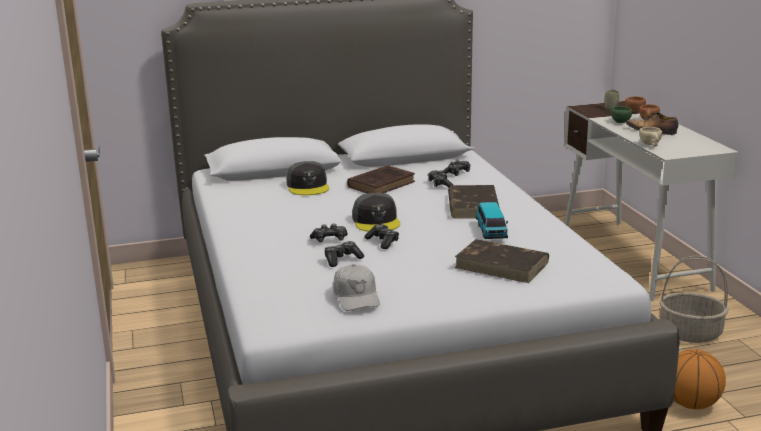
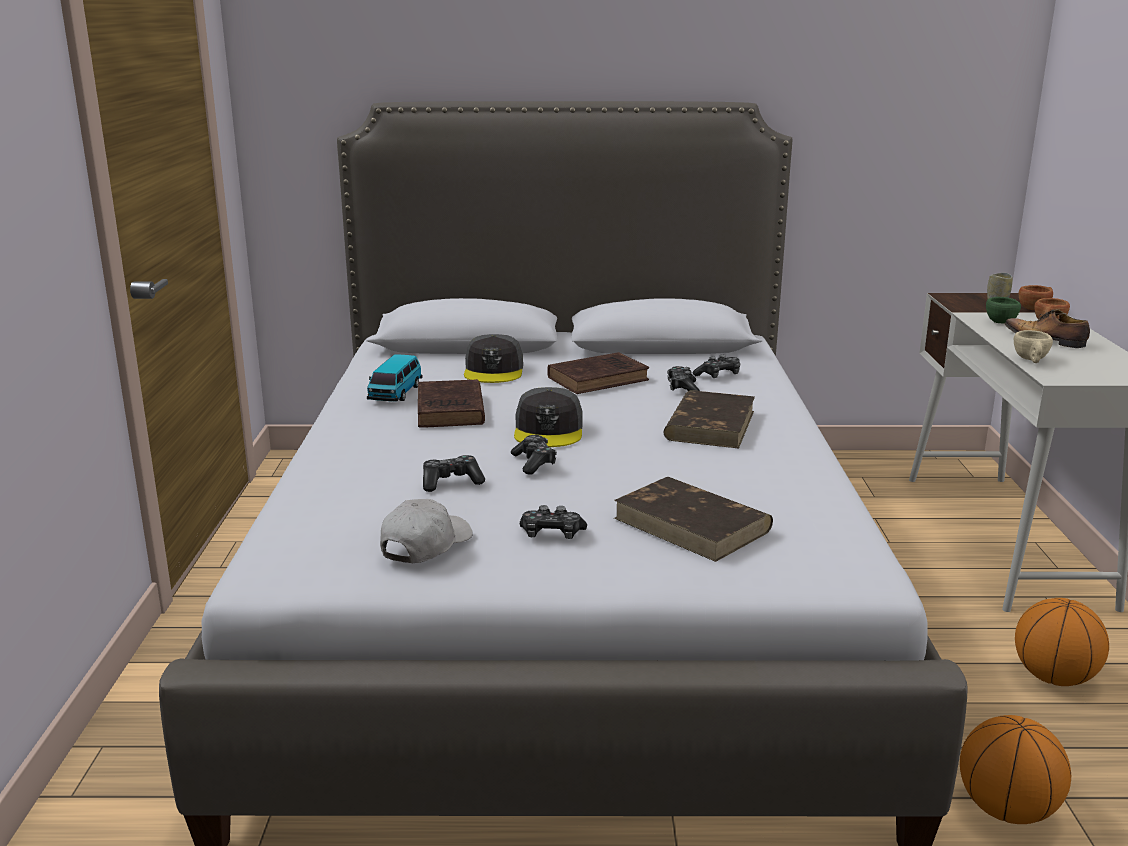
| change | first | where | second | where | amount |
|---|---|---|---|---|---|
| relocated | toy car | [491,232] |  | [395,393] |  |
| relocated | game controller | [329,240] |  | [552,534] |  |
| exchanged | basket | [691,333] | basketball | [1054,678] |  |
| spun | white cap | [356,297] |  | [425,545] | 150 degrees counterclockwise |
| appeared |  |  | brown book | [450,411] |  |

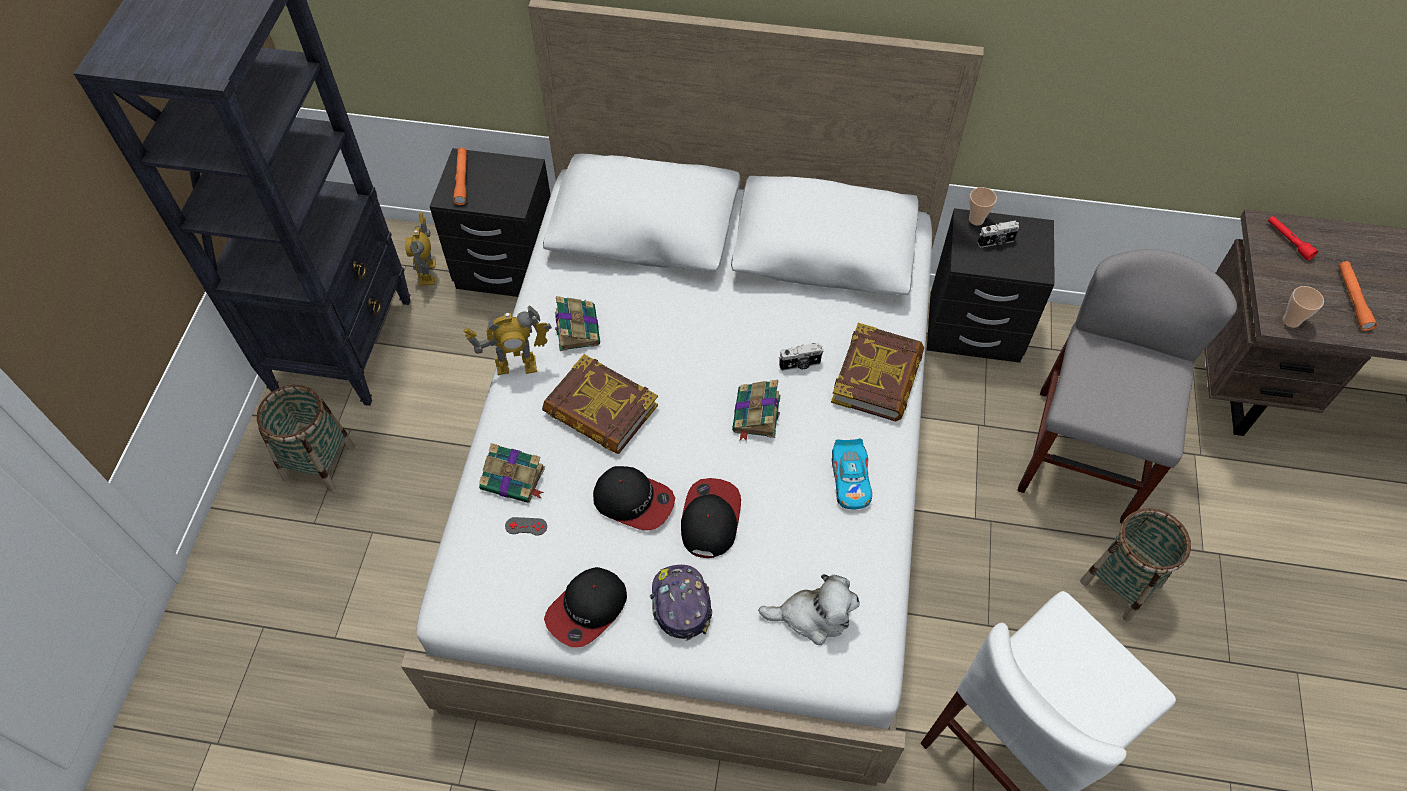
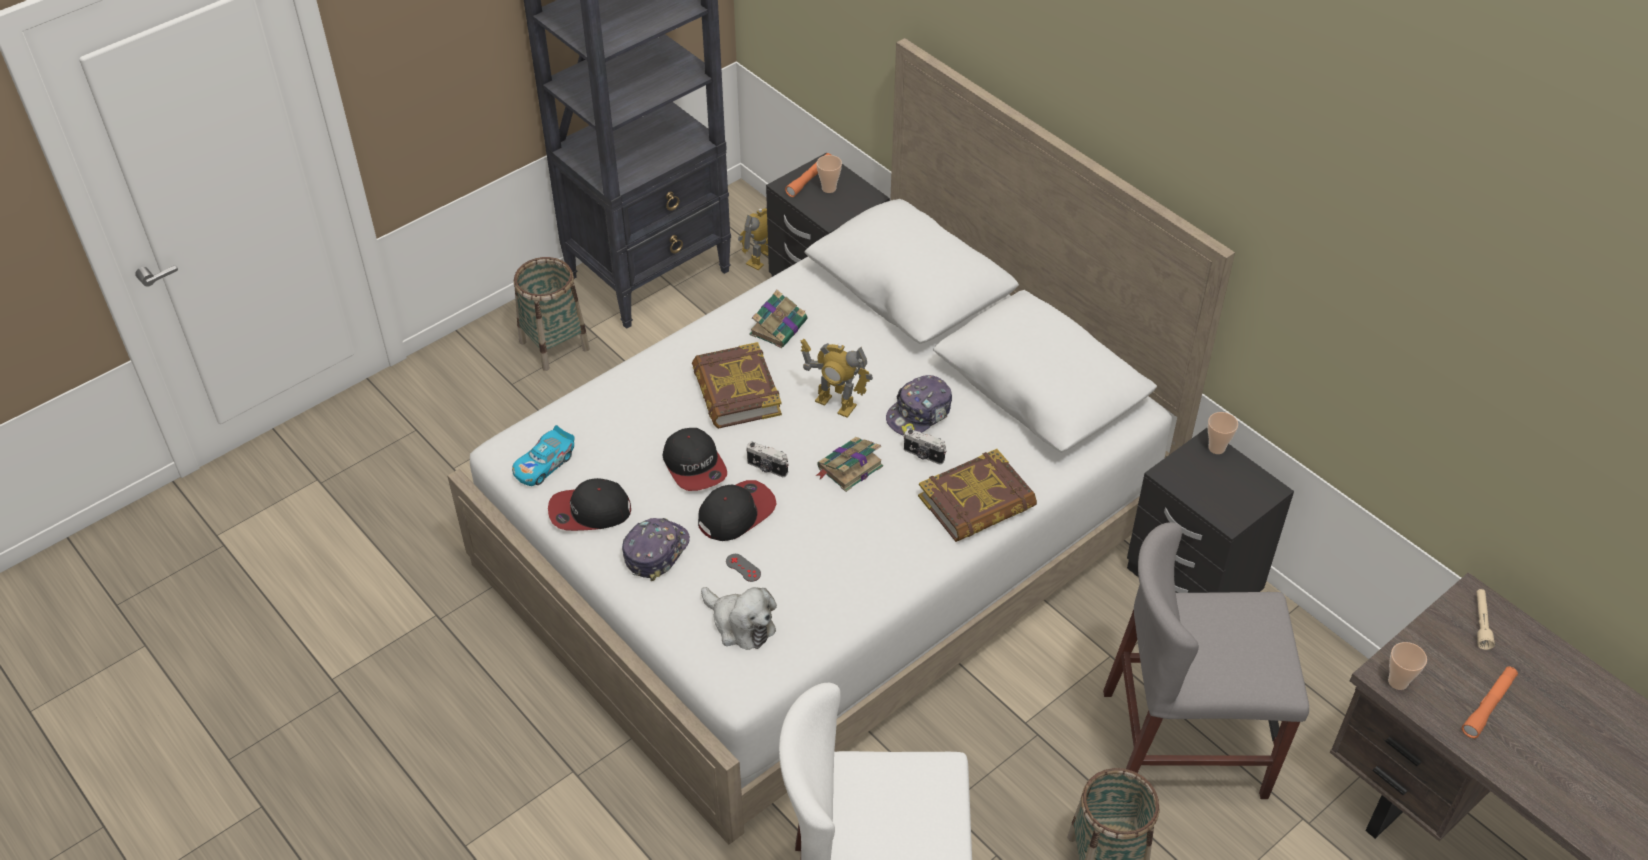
| change | first | where | second | where | amount |
|---|---|---|---|---|---|
| colour | red flashlight | [1288,241] | beige flashlight | [1481,622] |  |
| relocated | photo camera | [996,242] |  | [767,468] |  |
| spun | grey chair | [1082,455] |  | [1184,744] | 150 degrees counterclockwise |
| relocated | toy robot | [516,366] |  | [835,404] |  |
| relocated | toy car | [850,480] |  | [544,464] |  |
| missing | book | [514,479] |  |  |  |
| relocated | grey game controller | [526,526] |  | [743,568] |  |
| appeared |  |  | cup | [829,188] |  |
| appeared |  |  | cap | [919,413] |  |

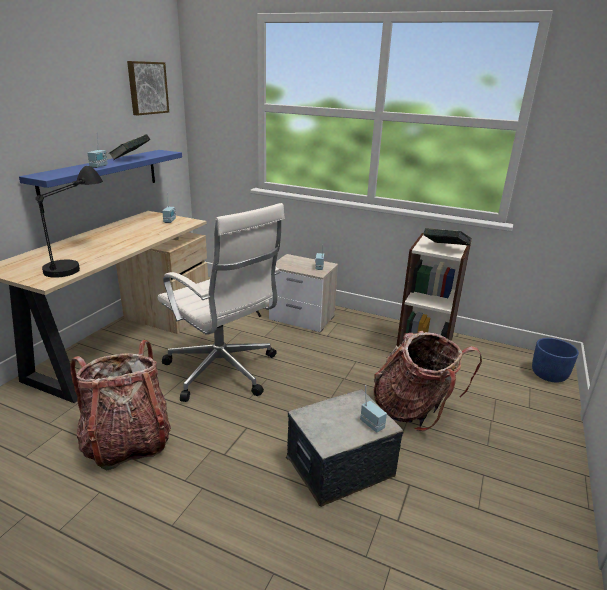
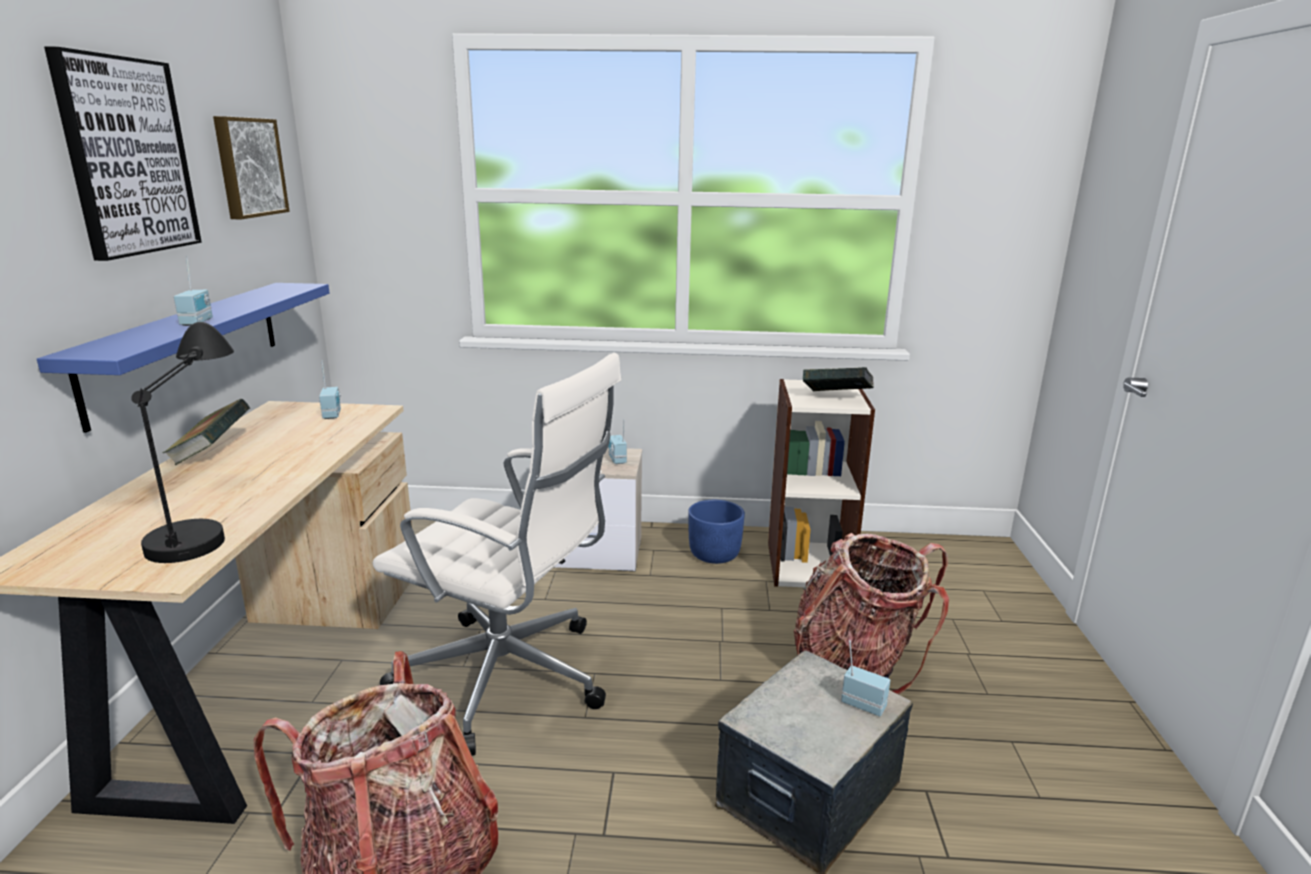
| change | first | where | second | where | amount |
|---|---|---|---|---|---|
| relocated | book | [131,158] |  | [212,453] |  |
| relocated | blue planter | [548,375] |  | [714,555] |  |
| appeared |  |  | picture | [127,157] |  |

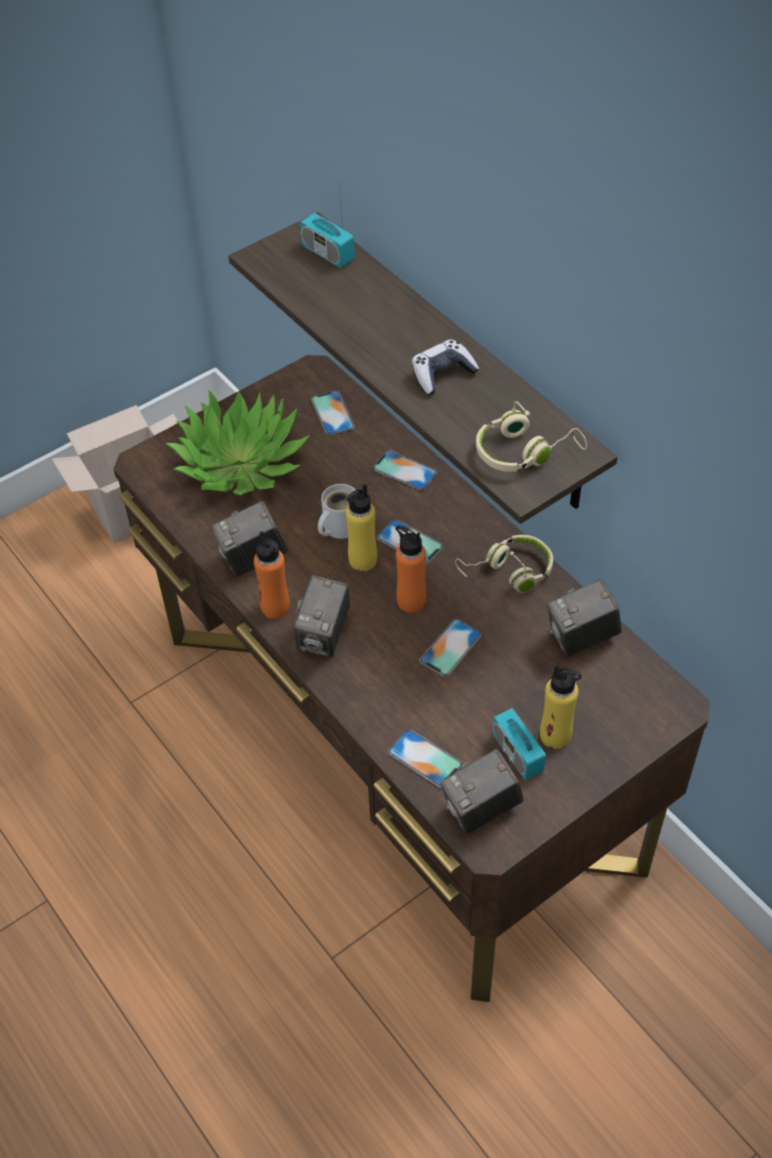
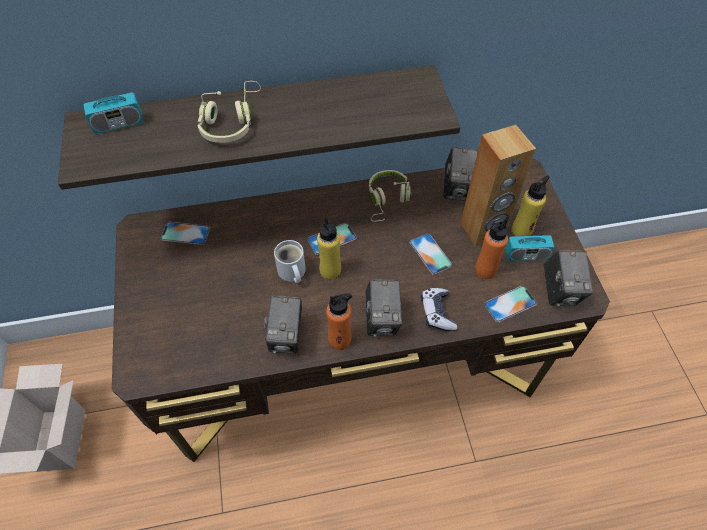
| change | first | where | second | where | amount |
|---|---|---|---|---|---|
| relocated | game controller | [442,374] |  | [437,312] |  |
| missing | potted plant | [241,462] |  |  |  |
| relocated | beige headphones | [524,451] |  | [231,121] |  |
| missing | phone | [404,470] |  |  |  |
| relocated | orange bottle | [411,601] |  | [485,270] |  |
| spun | photo camera | [324,635] |  | [382,319] | 45 degrees clockwise |
| appeared |  |  | brown speaker | [482,230] |  |

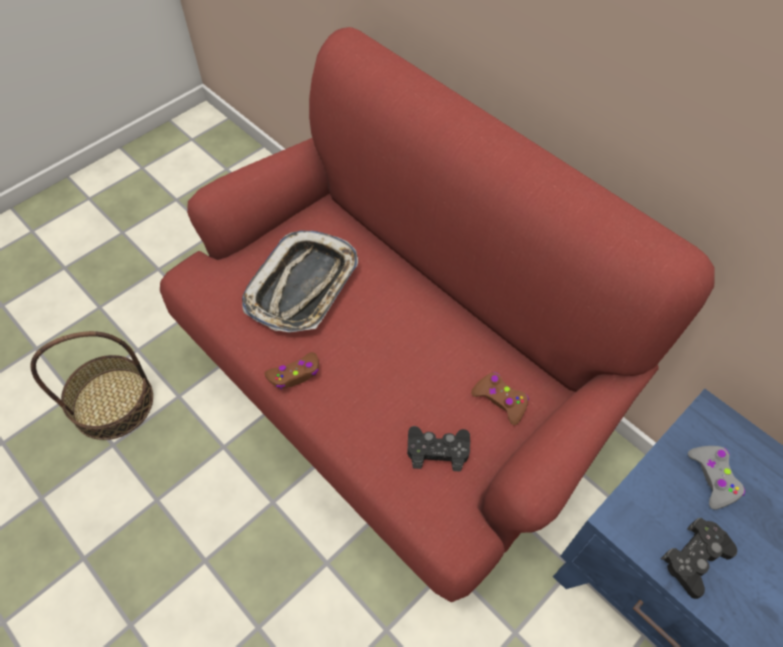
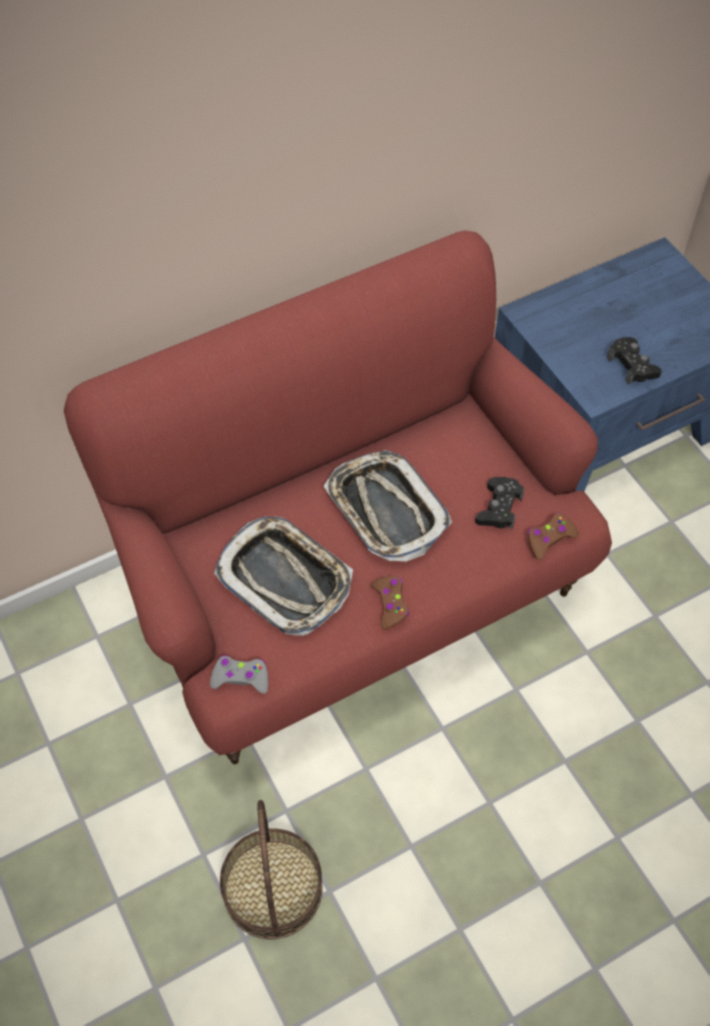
| change | first | where | second | where | amount |
|---|---|---|---|---|---|
| relocated | brown game controller | [500,400] |  | [550,539] |  |
| relocated | grey game controller | [713,478] |  | [240,678] |  |
| appeared |  |  | tray | [386,510] |  |

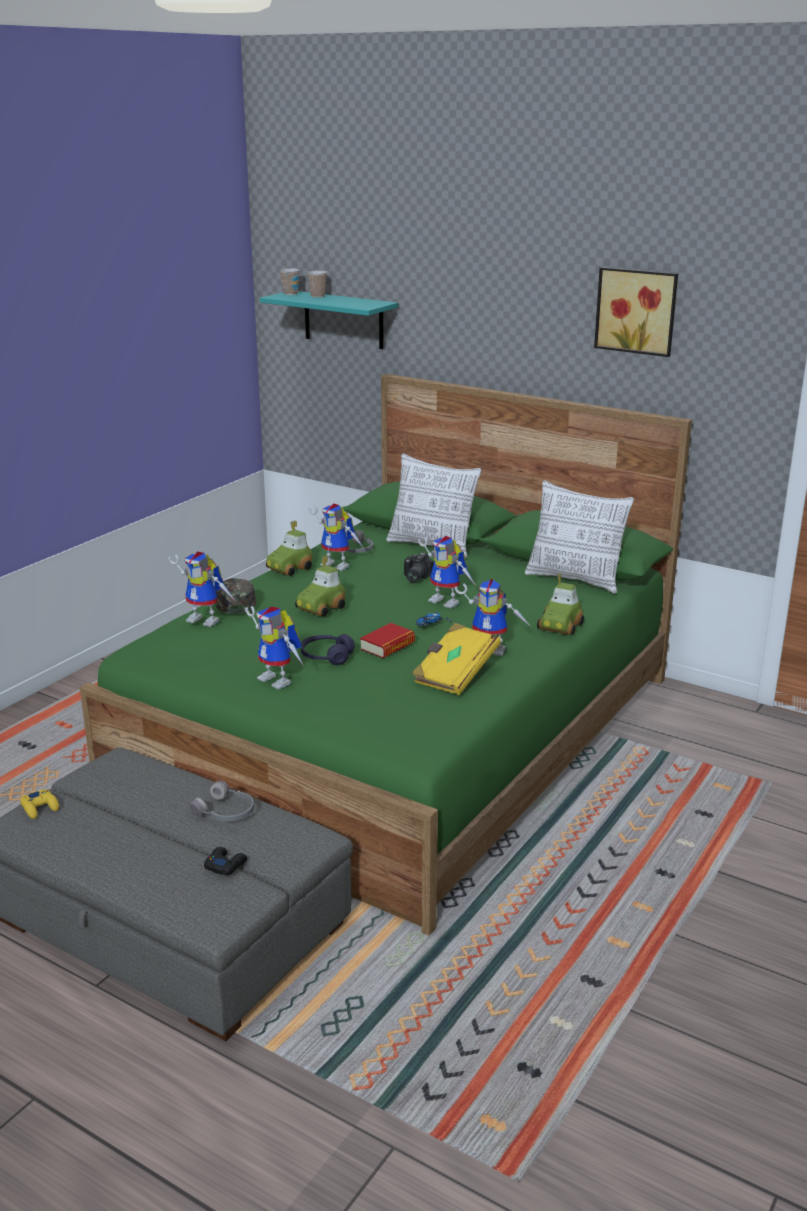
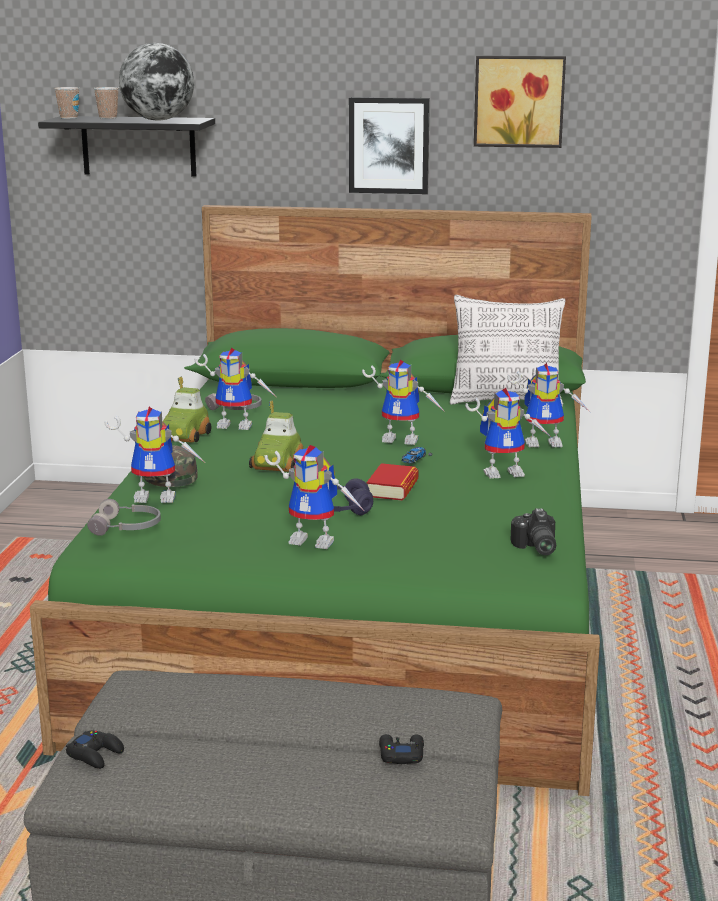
| change | first | where | second | where | amount |
|---|---|---|---|---|---|
| colour | turquoise shelf | [343,320] | black shelf | [138,146] |  |
| missing | pillow | [432,546] |  |  |  |
| relocated | photo camera | [414,577] |  | [535,548] |  |
| exchanged | toy car | [560,626] | toy robot | [546,442] |  |
| missing | yellow book | [454,674] |  |  |  |
| relocated | grey headphones | [225,812] |  | [127,527] |  |
| colour | yellow game controller | [40,807] | black game controller | [95,755] |  |
| appeared |  |  | globe | [158,120] |  |
| appeared |  |  | picture | [389,145] |  |

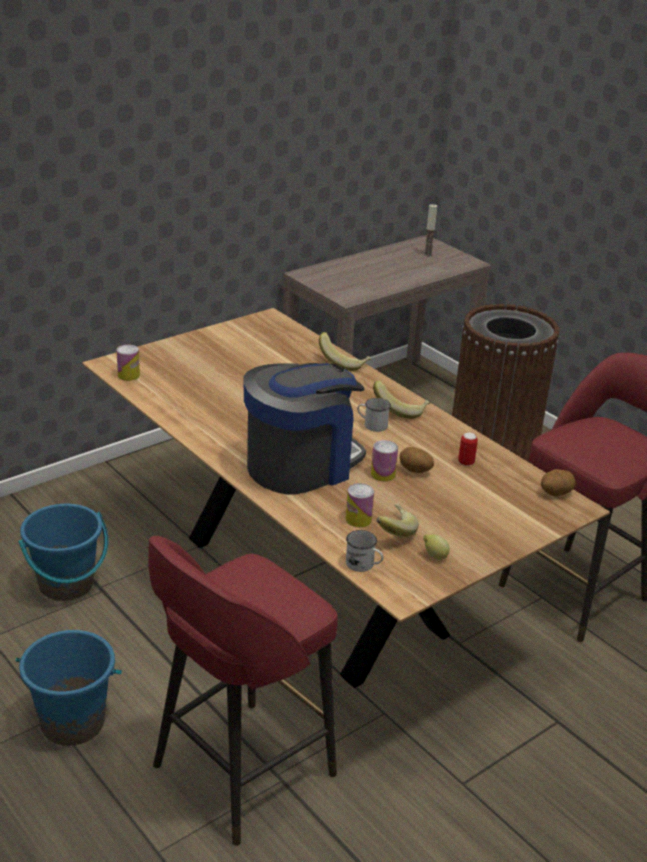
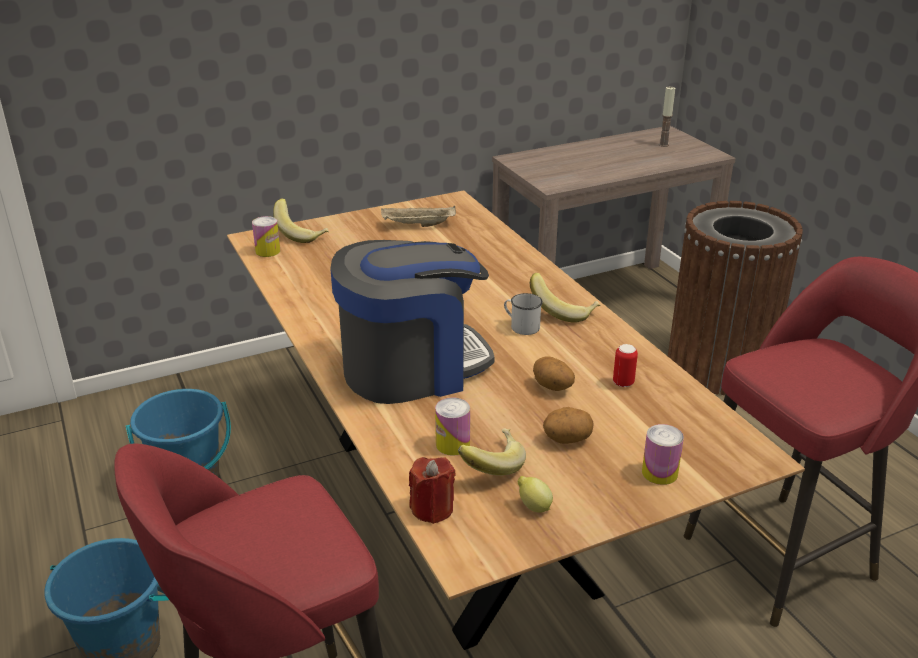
| change | first | where | second | where | amount |
|---|---|---|---|---|---|
| relocated | banana | [343,363] |  | [302,234] |  |
| relocated | can | [383,474] |  | [659,473] |  |
| relocated | potato | [555,493] |  | [567,439] |  |
| exchanged | white mug | [363,565] | red candle | [432,509] |  |
| appeared |  |  | beige tray | [417,225] |  |

